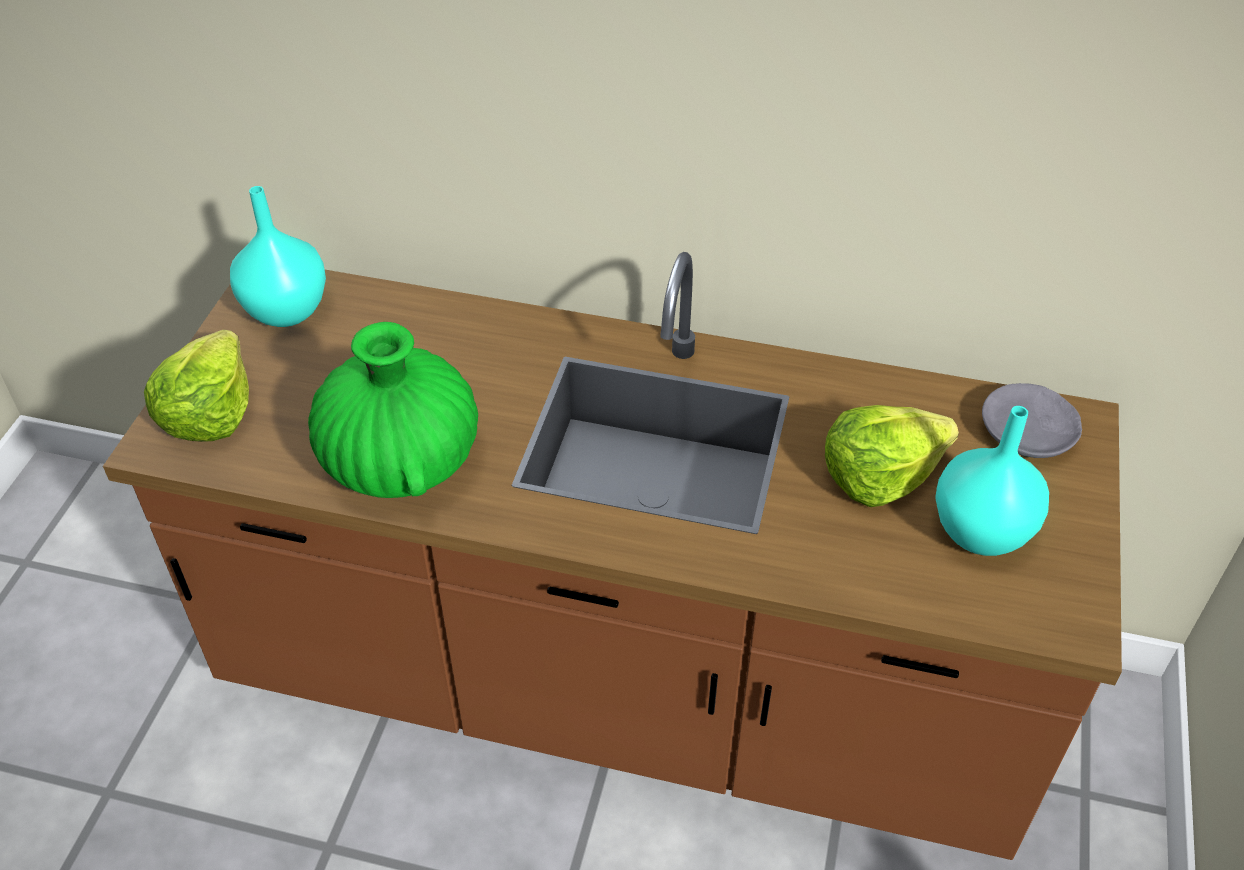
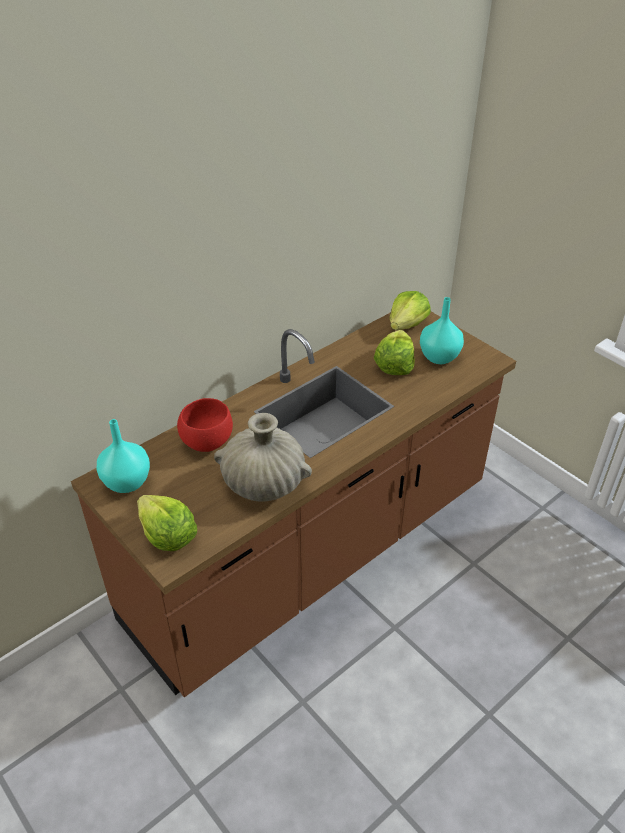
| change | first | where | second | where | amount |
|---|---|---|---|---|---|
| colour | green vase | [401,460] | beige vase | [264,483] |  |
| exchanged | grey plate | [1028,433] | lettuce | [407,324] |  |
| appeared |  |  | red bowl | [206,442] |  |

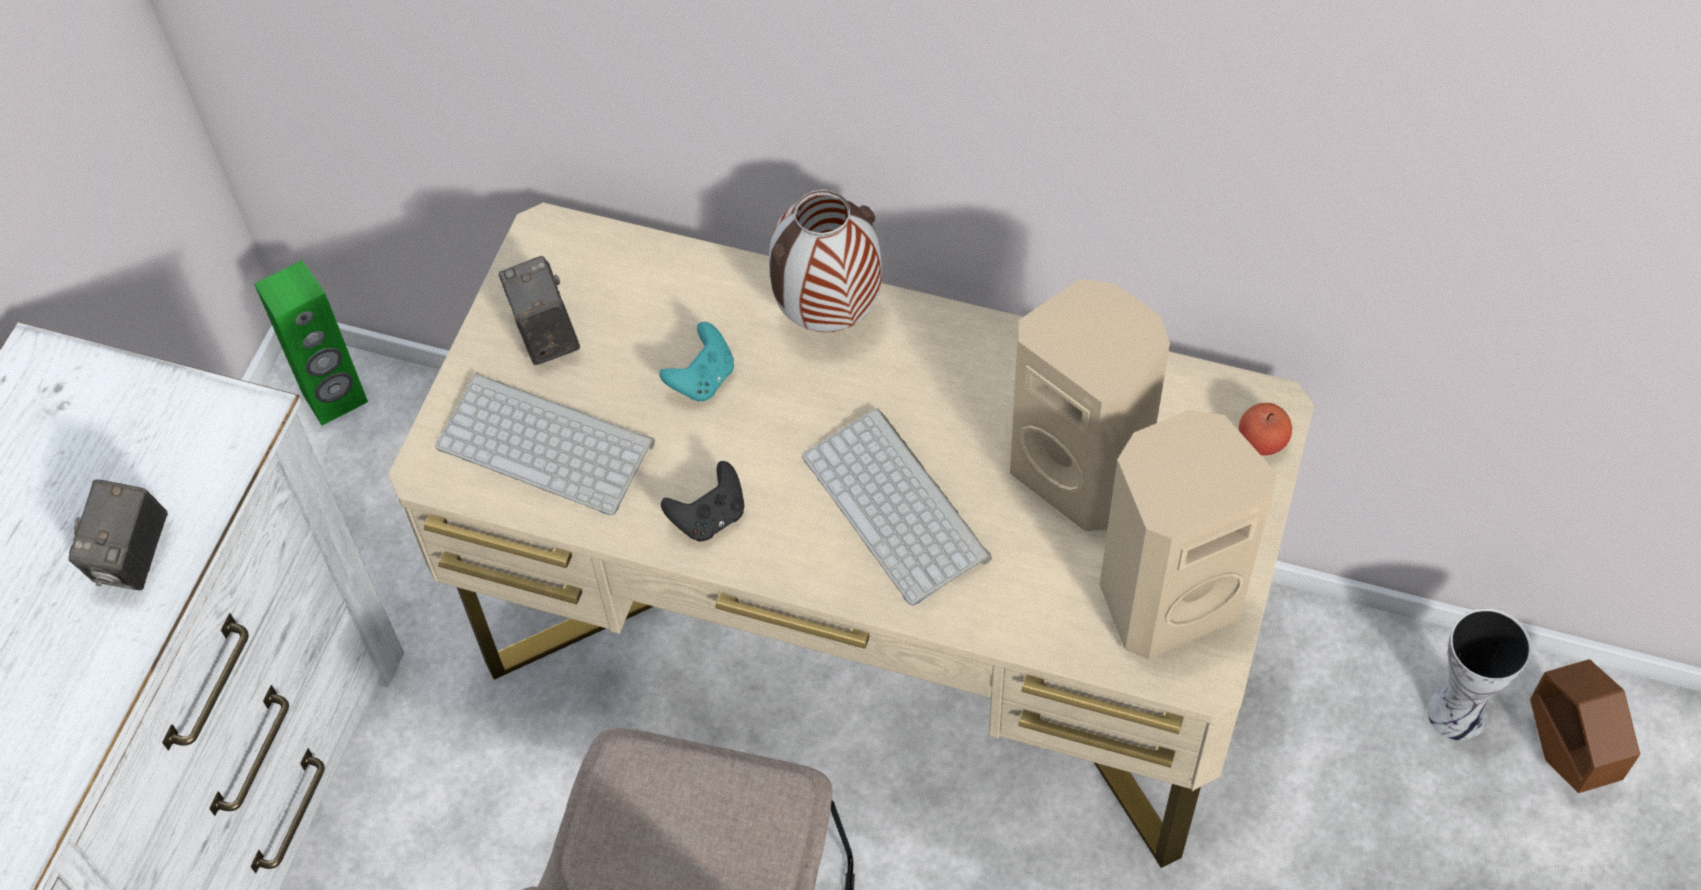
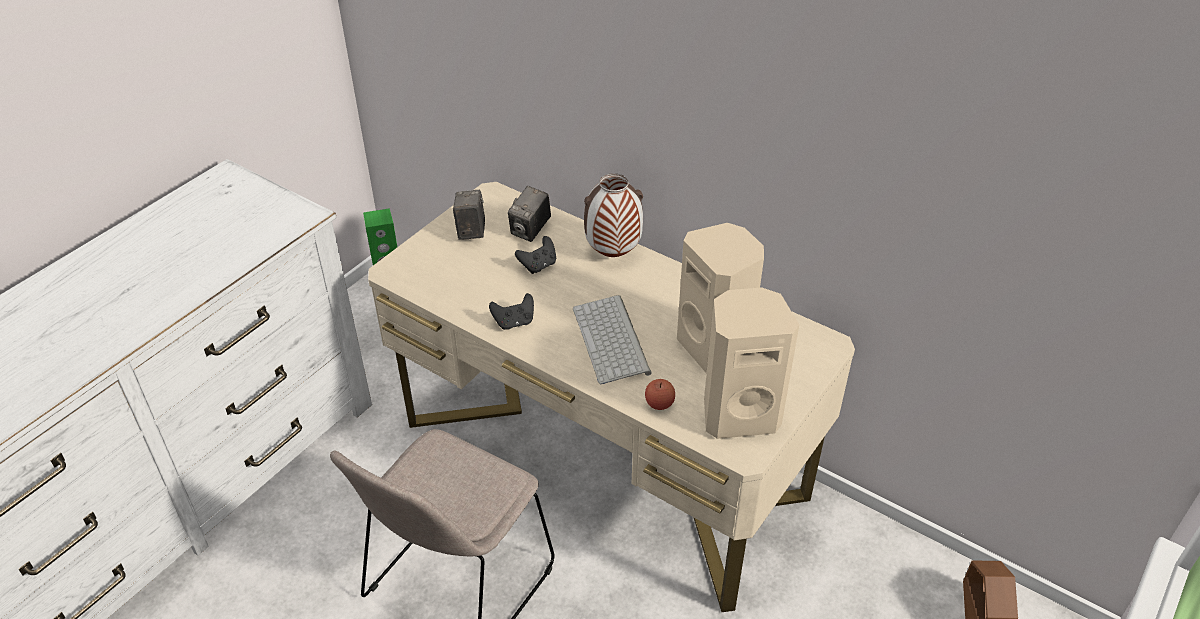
| change | first | where | second | where | amount |
|---|---|---|---|---|---|
| colour | turquoise game controller | [703,379] | black game controller | [538,265] |  |
| missing | keyboard | [549,443] |  |  |  |
| relocated | apple | [1262,441] |  | [659,403] |  |
| relocated | photo camera | [133,558] |  | [530,230] |  |
| missing | vase | [1459,711] |  |  |  |

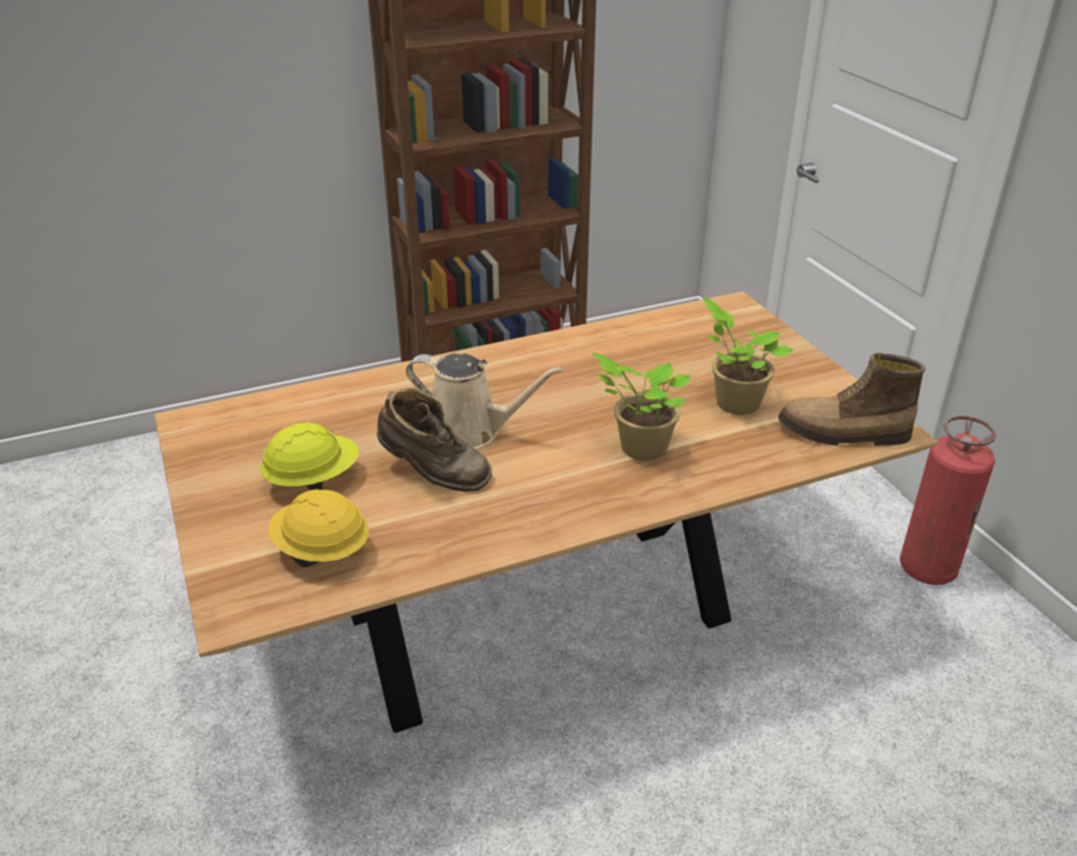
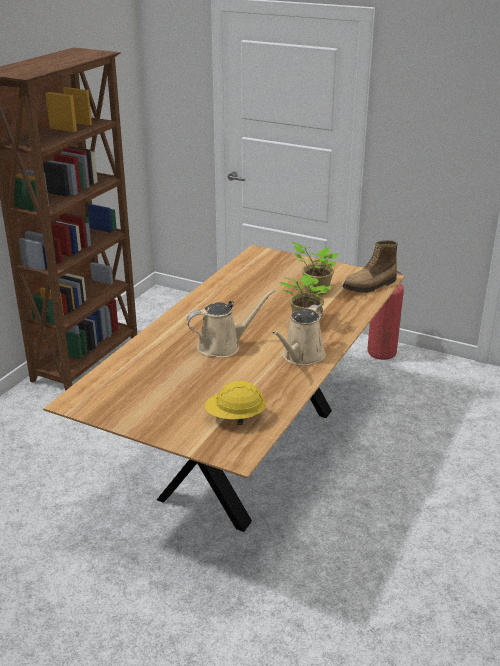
| change | first | where | second | where | amount |
|---|---|---|---|---|---|
| missing | brown boot | [433,475] |  |  |  |
| missing | yellow hard hat | [313,480] |  |  |  |
| appeared |  |  | beige watering can | [301,356] |  |

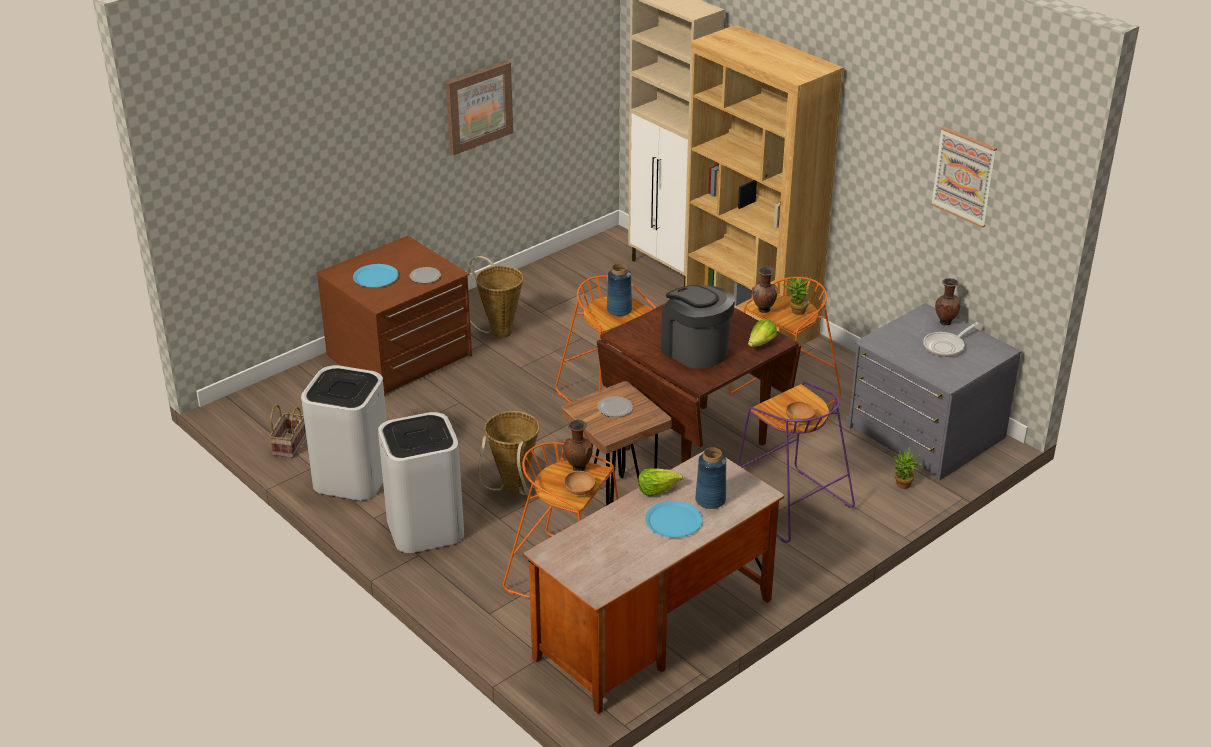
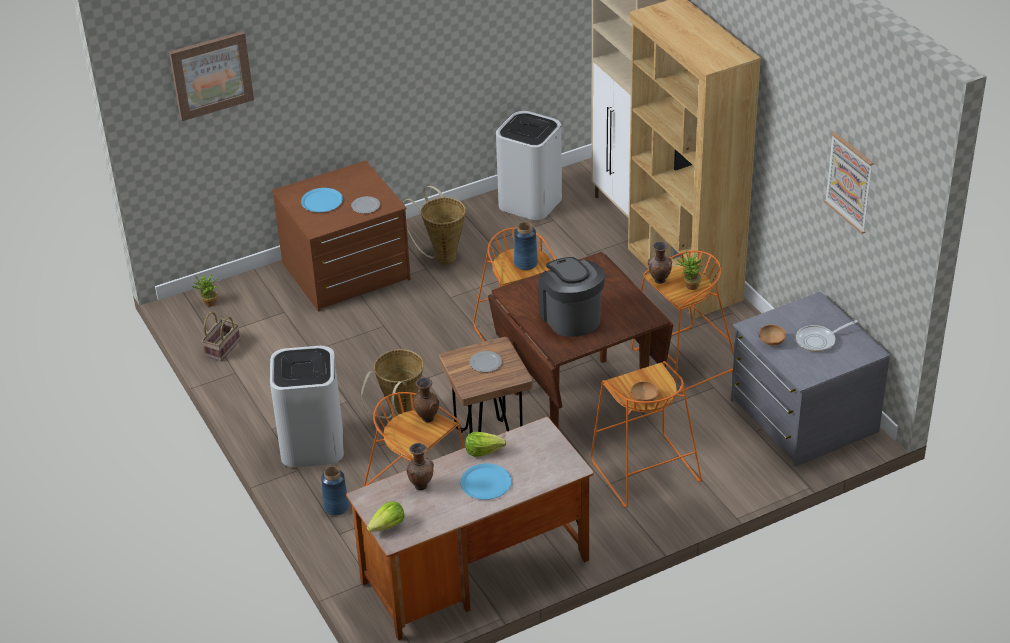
| change | first | where | second | where | amount |
|---|---|---|---|---|---|
| relocated | picture | [478,107] |  | [211,75] |  |
| relocated | brown vase | [944,322] |  | [421,485] |  |
| relocated | lettuce | [761,343] |  | [387,526] |  |
| relocated | white trash can | [352,477] |  | [530,202] |  |
| colour | purple stool | [789,505] | orange stool | [643,471] |  |
| relocated | blue vase | [710,500] |  | [336,507] |  |
| relocated | potted plant | [902,486] |  | [208,304] |  |
| relocated | brown bowl | [579,491] |  | [771,342] |  |

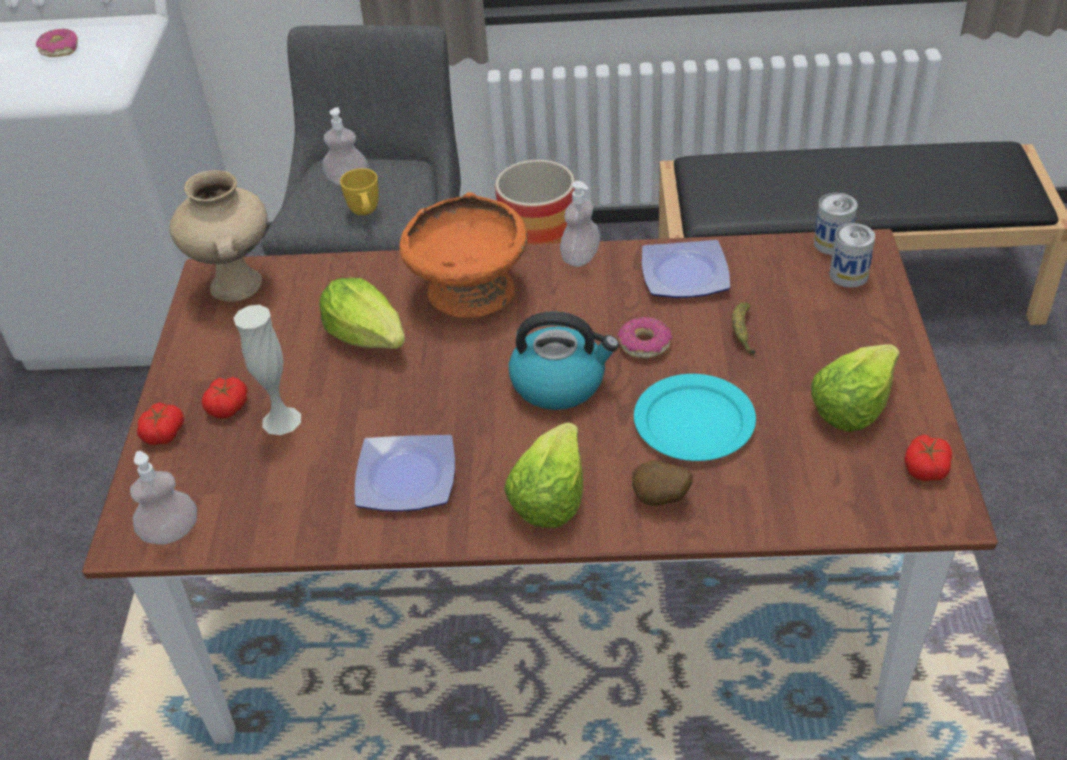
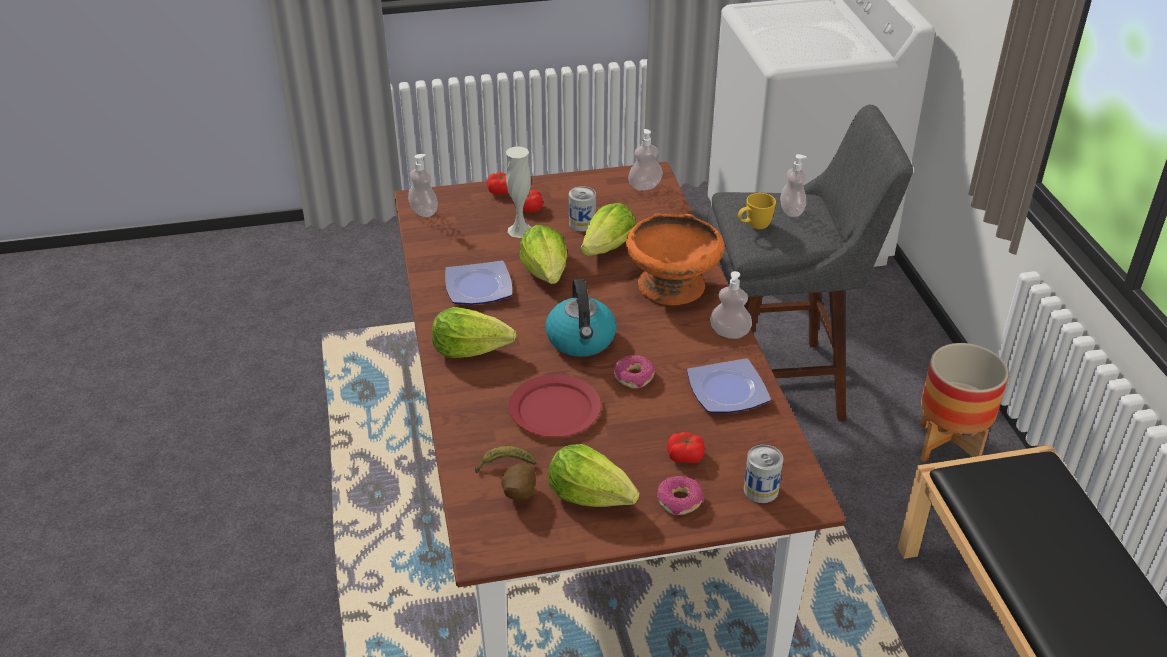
| change | first | where | second | where | amount |
|---|---|---|---|---|---|
| relocated | donut | [60,49] |  | [680,501] |  |
| exchanged | beige vase | [238,285] | soap dispenser | [645,186] |  |
| relocated | can | [832,243] |  | [582,224] |  |
| relocated | banana | [742,333] |  | [504,465] |  |
| colour | turquoise plate | [693,422] | red plate | [554,409] |  |
| relocated | tomato | [925,468] |  | [685,455] |  |
| relocated | potato | [660,500] |  | [518,495] |  |
| appeared |  |  | lettuce | [546,272] |  |

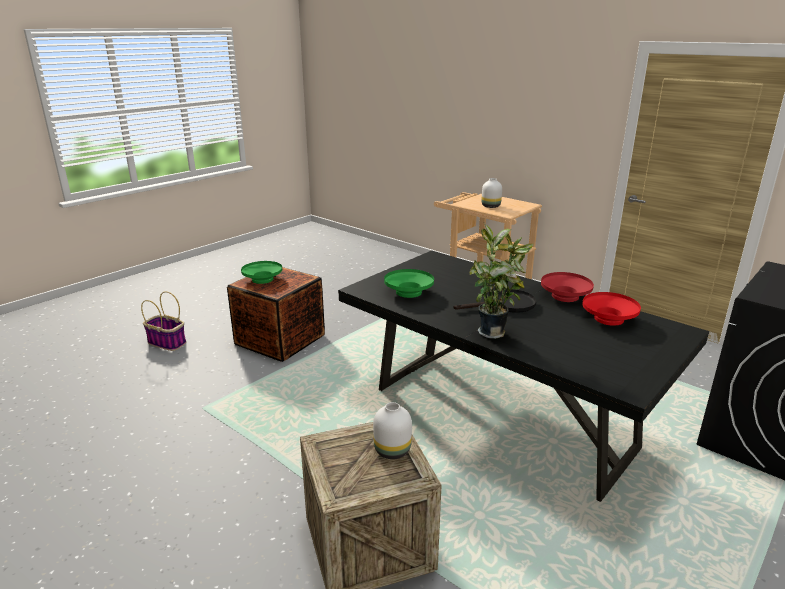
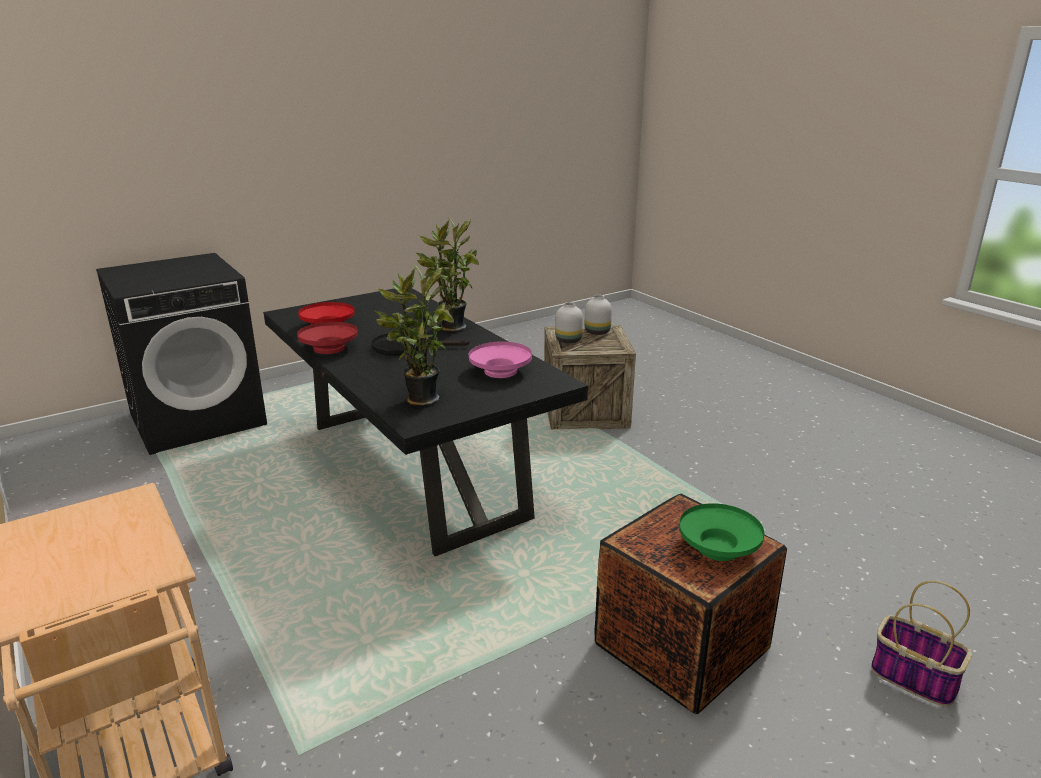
| change | first | where | second | where | amount |
|---|---|---|---|---|---|
| relocated | white vase | [490,206] |  | [597,332] |  |
| colour | green bowl | [409,292] | pink bowl | [500,371] |  |
| appeared |  |  | potted plant | [418,400] |  |

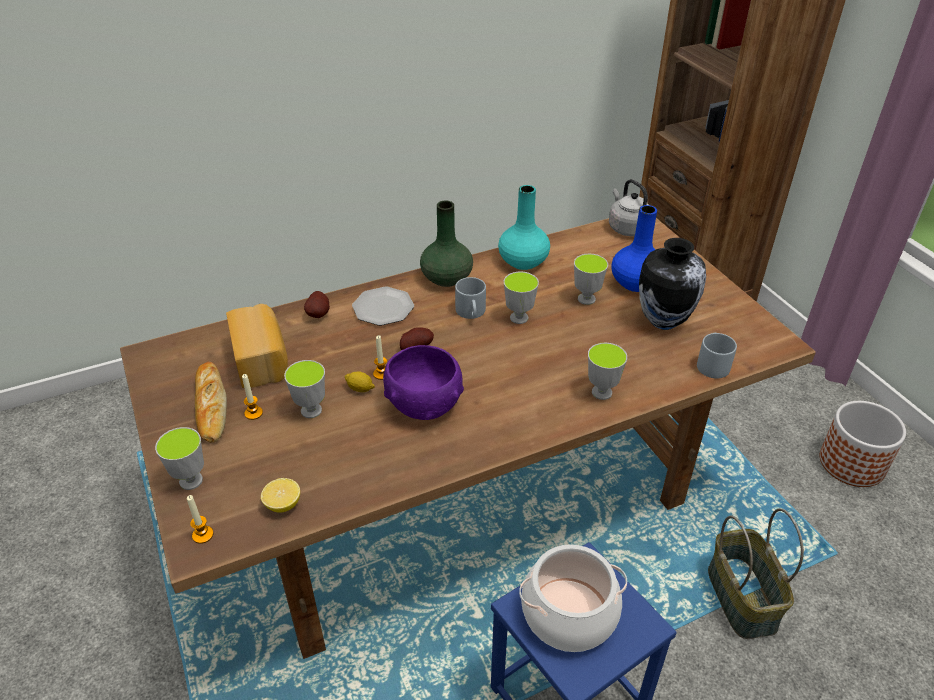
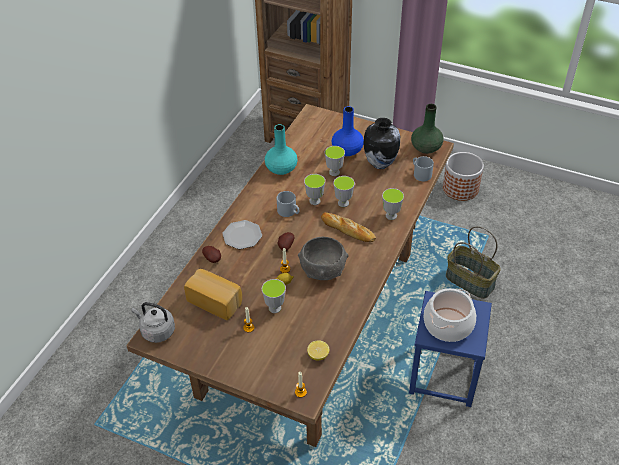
| change | first | where | second | where | amount |
|---|---|---|---|---|---|
| relocated | grey kettle | [627,228] |  | [156,331] |  |
| relocated | green vase | [447,278] |  | [426,147] |  |
| colour | purple bowl | [424,404] | grey bowl | [322,271] |  |
| relocated | bread | [210,406] |  | [348,230] |  |
| relocated | cup | [191,481] |  | [343,203] |  |

